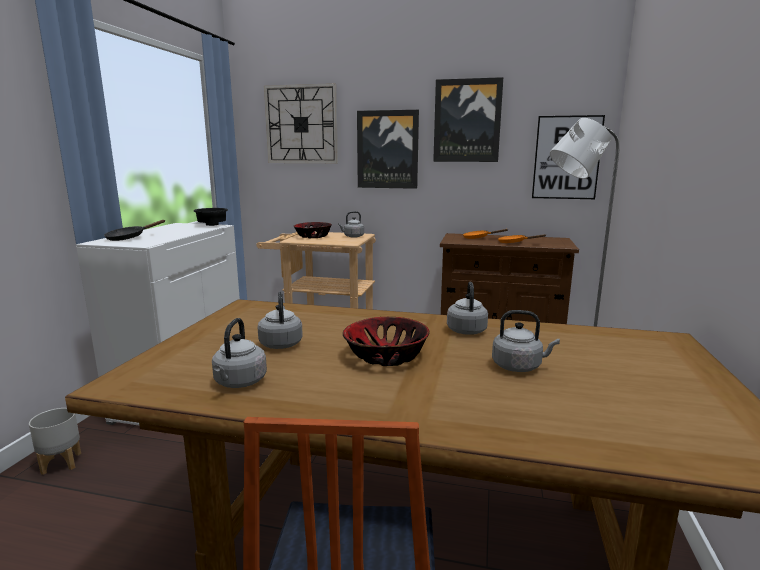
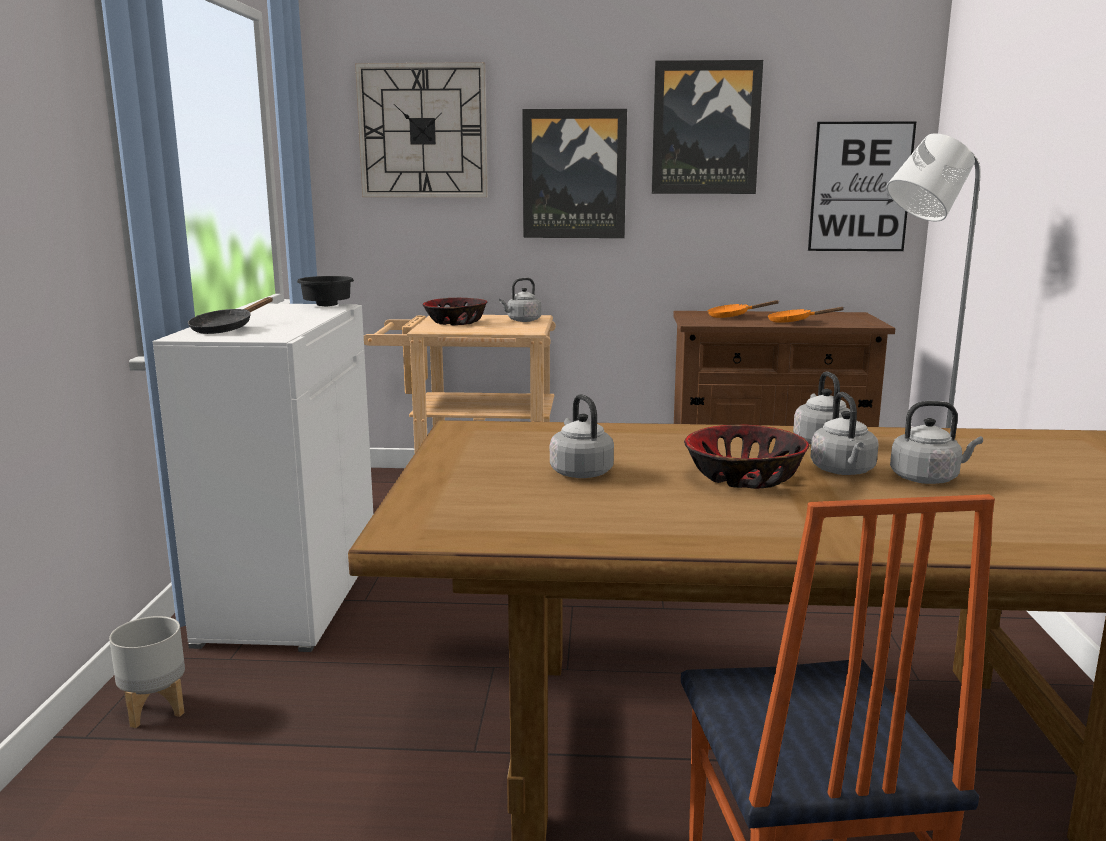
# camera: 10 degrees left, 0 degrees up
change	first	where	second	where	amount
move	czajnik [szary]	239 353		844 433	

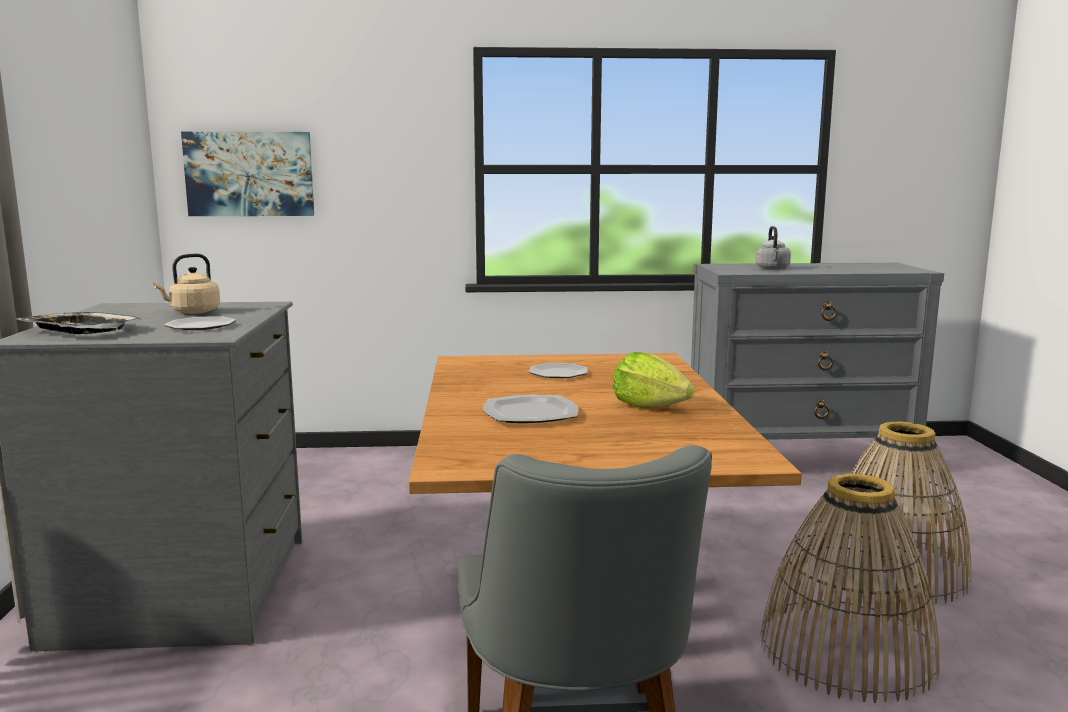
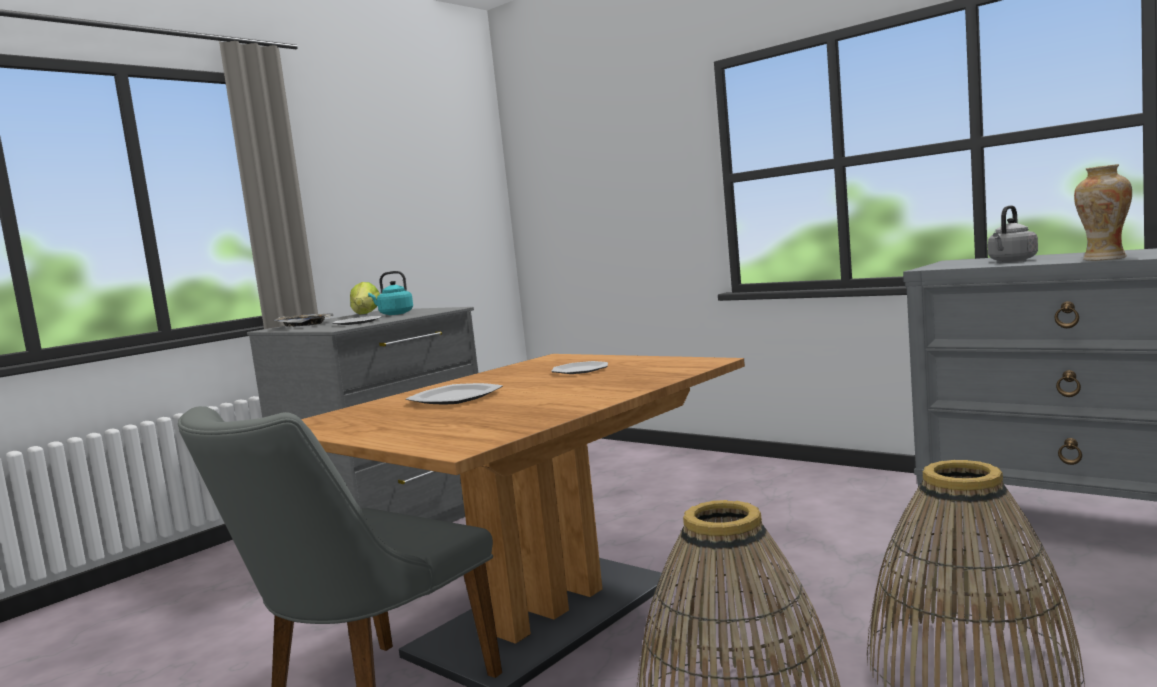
# camera: 45 degrees right, 5 degrees down
change	first	where	second	where	amount
delete	obraz	247 174			
insert			wazon	1103 212	
move	sałata	654 380		365 298	
recolor	czajnik [beżowy]	186 284	czajnik [turkusowy]	390 293	

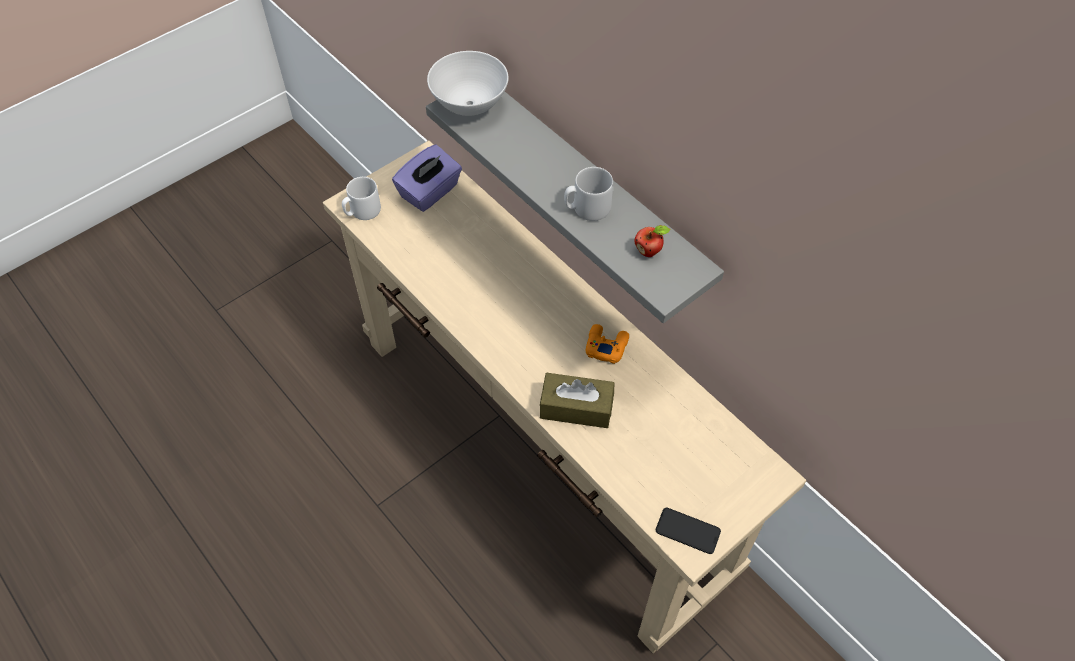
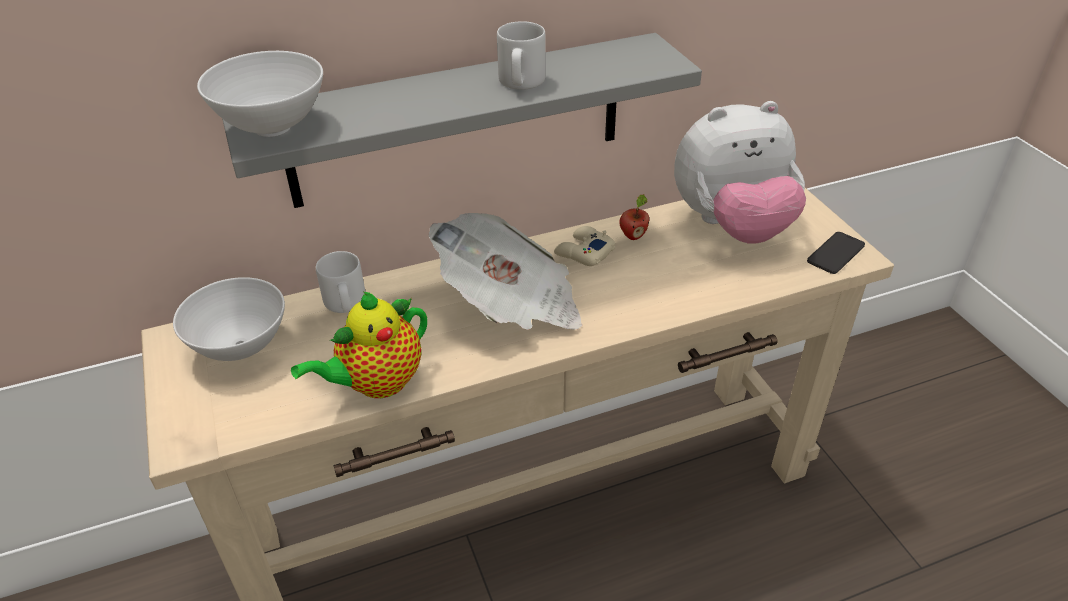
# camera: 70 degrees left, 15 degrees down
change	first	where	second	where	amount
delete	pudełko chusteczek [brązowy]	577 400			
insert			imbryk	359 345	
insert			gazeta	506 271	
insert			pluszak	740 172	
move	kubek [biały]	361 198		340 282	
move	jabłko	653 241		634 217	
replace	pudełko chusteczek [fioletowy]	427 178	miska [biały]	229 319	
recolor	pad do gier [pomarańczowy]	607 344	pad do gier [beżowy]	585 246	

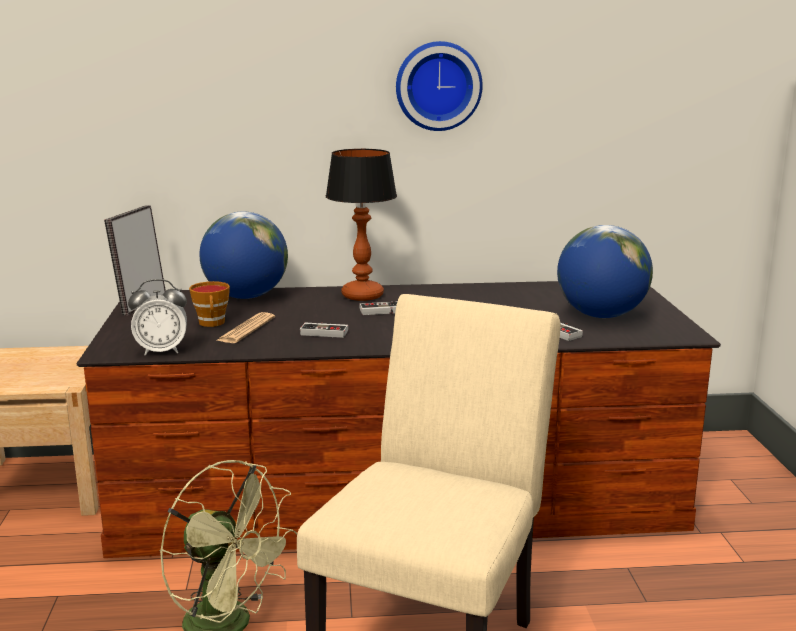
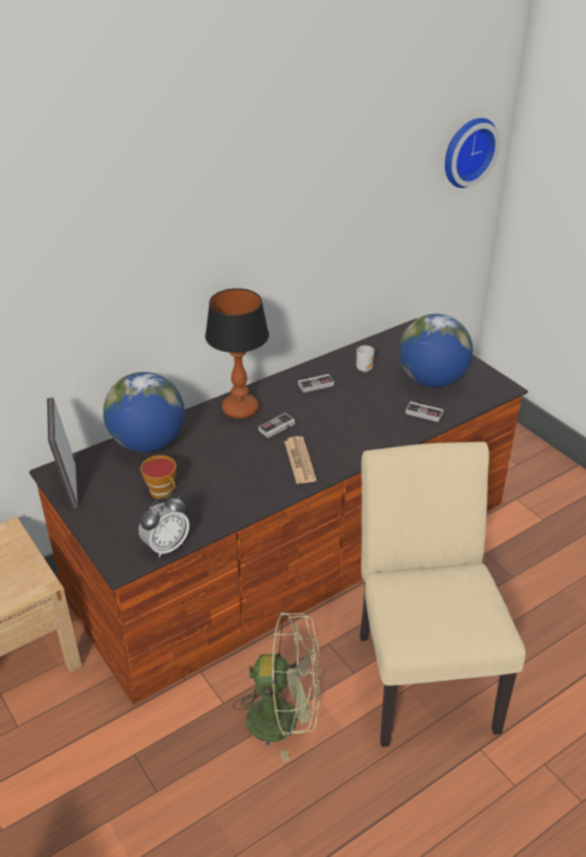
# camera: 30 degrees left, 20 degrees up
change	first	where	second	where	amount
insert			kubek	365 358	
move	gazeta	245 327		300 460	
move	pad do gier	324 330		316 383	
move	zegar ścienny	439 86		472 153	

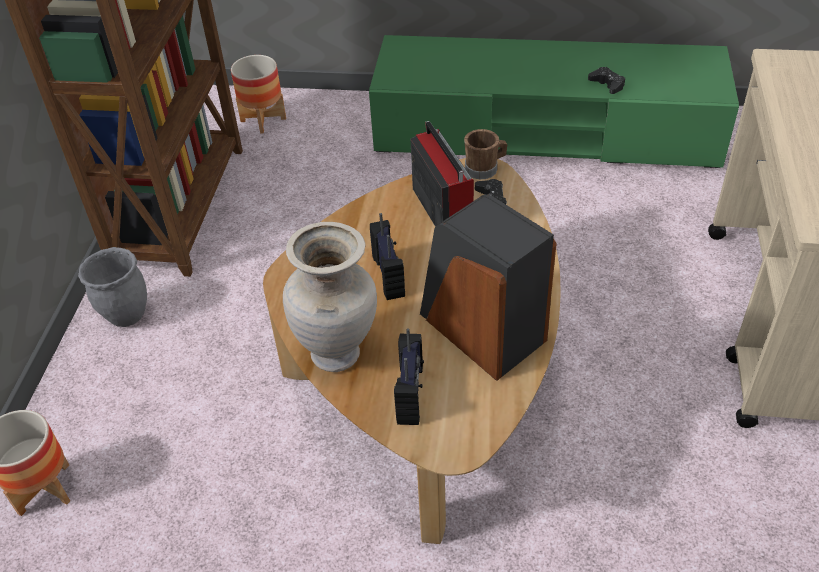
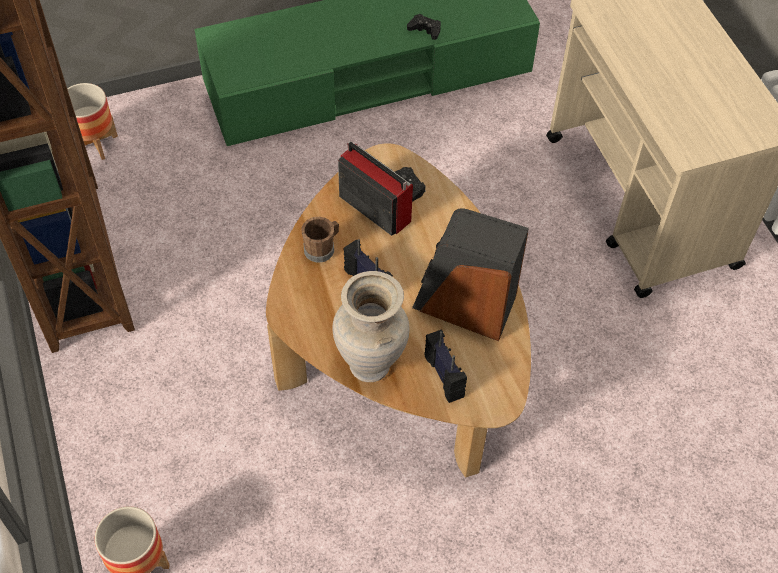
# camera: 30 degrees left, 10 degrees up
change	first	where	second	where	amount
delete	donica [szary]	112 287			
move	kubek [brązowy]	485 154		320 240	

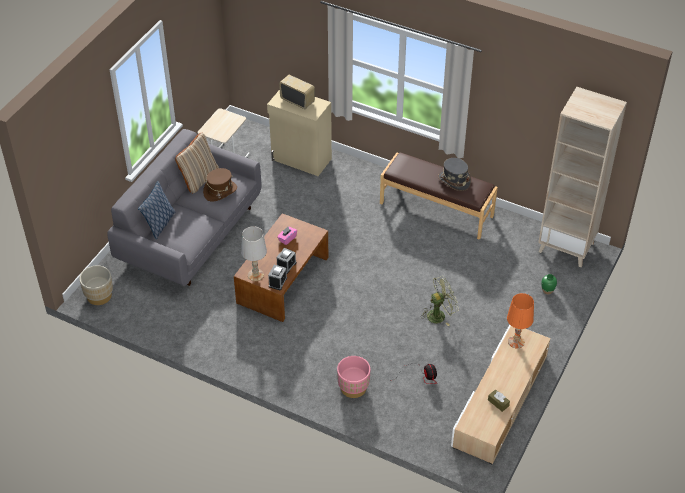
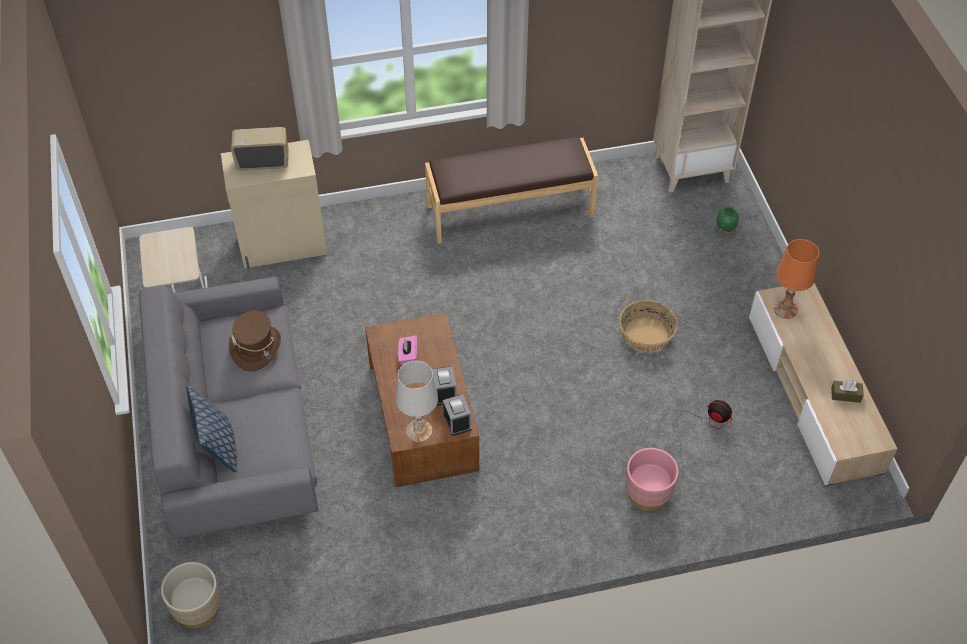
# camera: 40 degrees left, 5 degrees up
change	first	where	second	where	amount
delete	poduszka [beżowy]	197 163			
delete	kapelusz [szary]	454 174			
replace	wentylator [zielony]	440 301	koszyk	648 326	

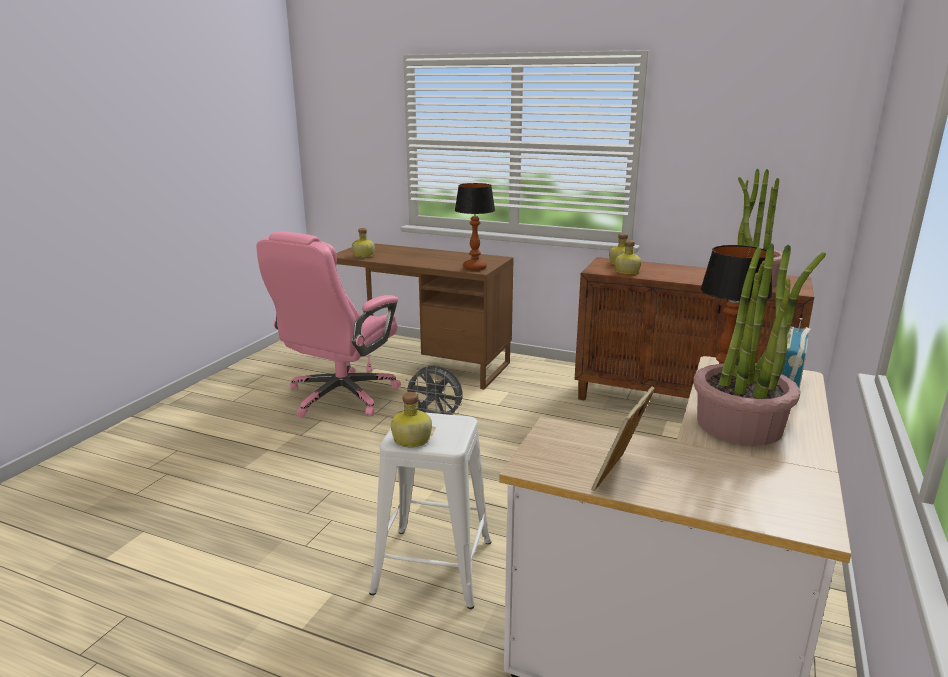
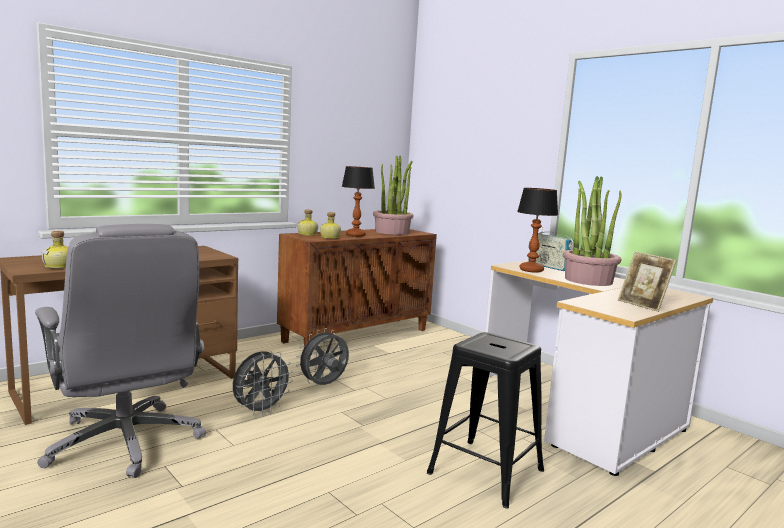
# camera: 65 degrees left, 10 degrees down
change	first	where	second	where	amount
delete	butelka	411 419			
insert			wentylator [szary]	322 356	
move	lampa stołowa	475 226		358 201	
recolor	krzesło biurowe [różowy]	328 324	krzesło biurowe [szary]	120 351	
recolor	stołek [biały]	430 510	stołek [czarny]	485 420	

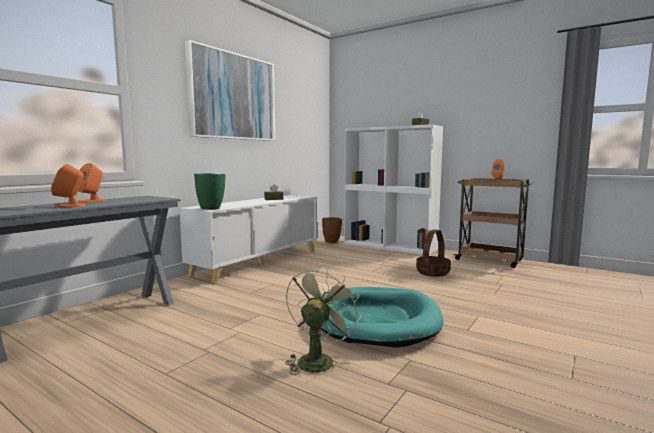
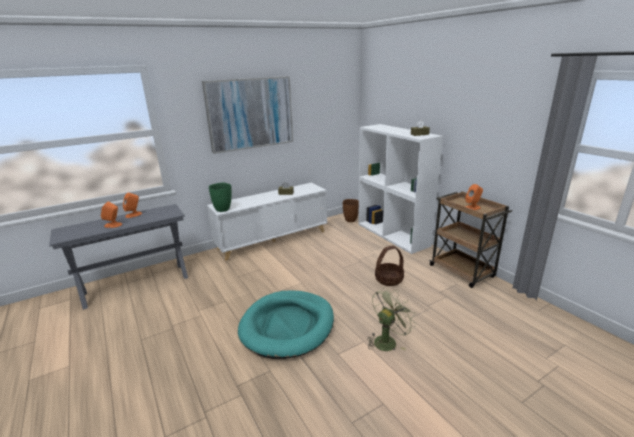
# camera: 25 degrees right, 15 degrees up
change	first	where	second	where	amount
move	wentylator [zielony]	323 320		391 319	

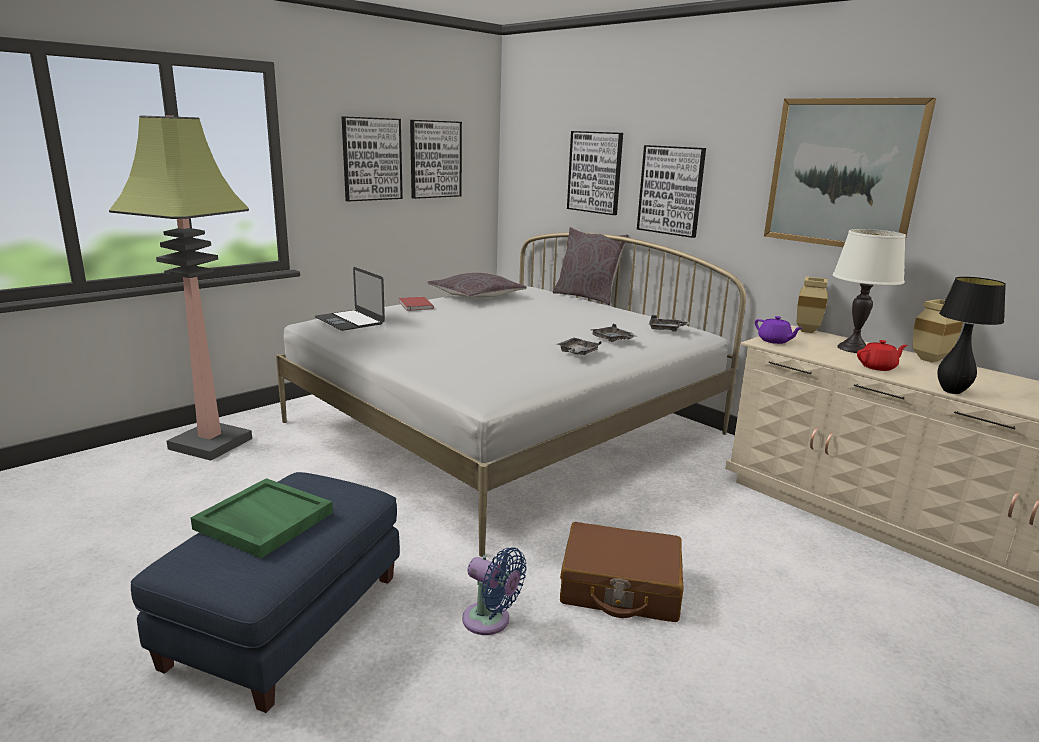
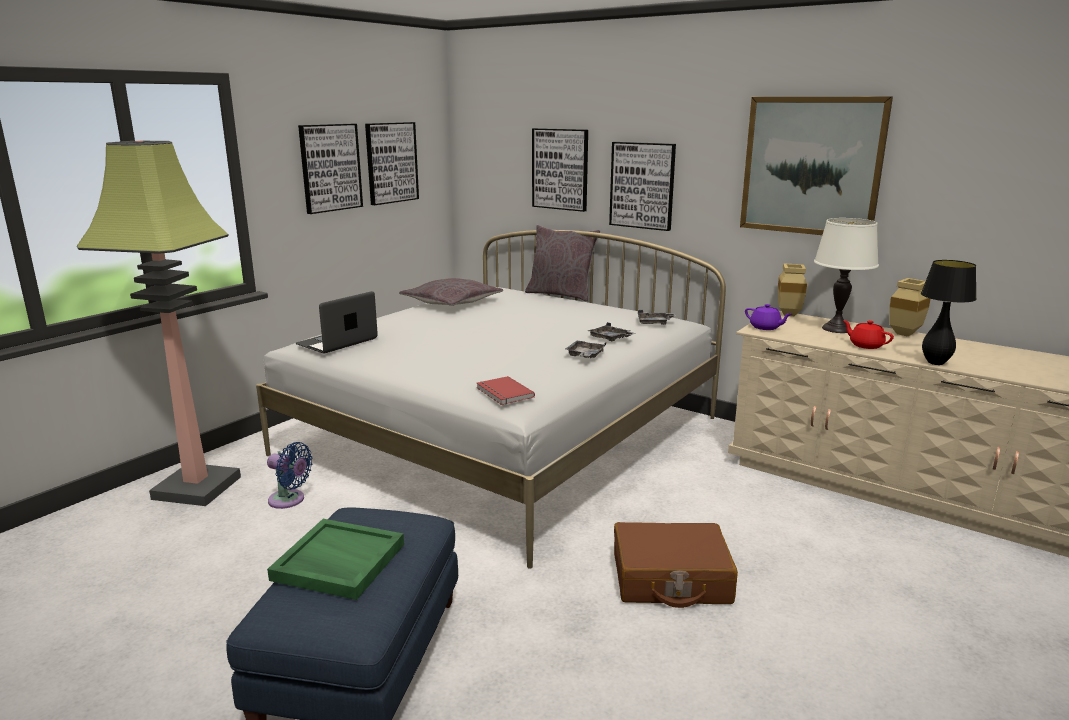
# camera: 10 degrees left, 0 degrees up
change	first	where	second	where	amount
move	książka [czerwony]	416 304		506 390	
move	wentylator [niebieski]	494 591		290 475	
rotate	laptop	350 299		337 322	90 degrees clockwise
rotate	imbryk [czerwony]	882 355		868 334	105 degrees counterclockwise

